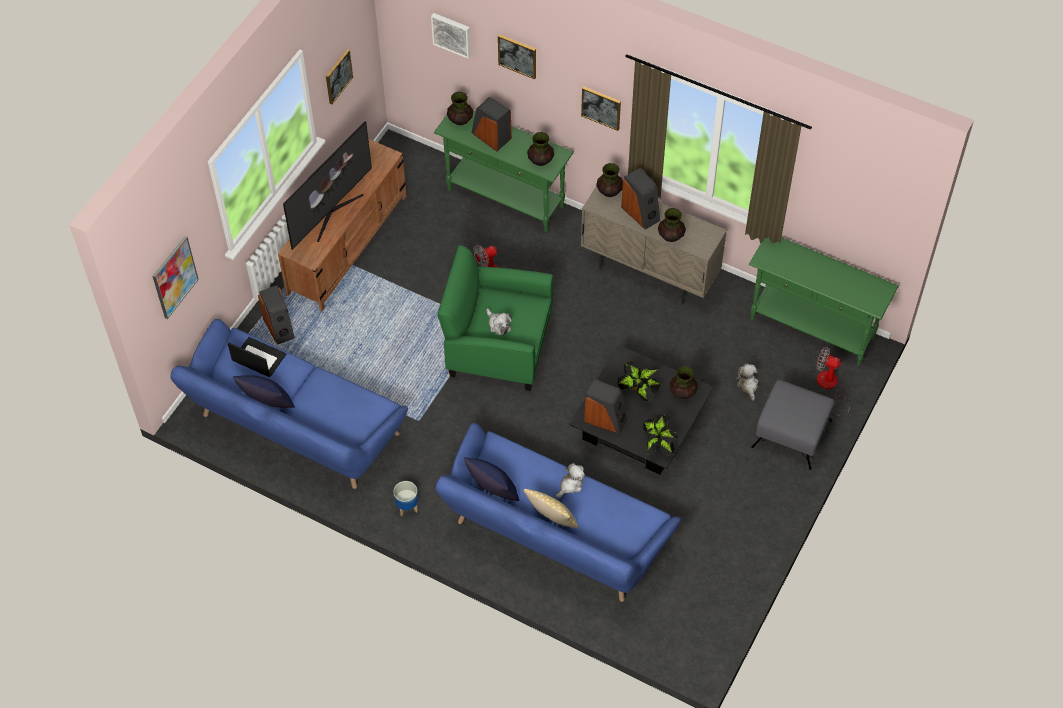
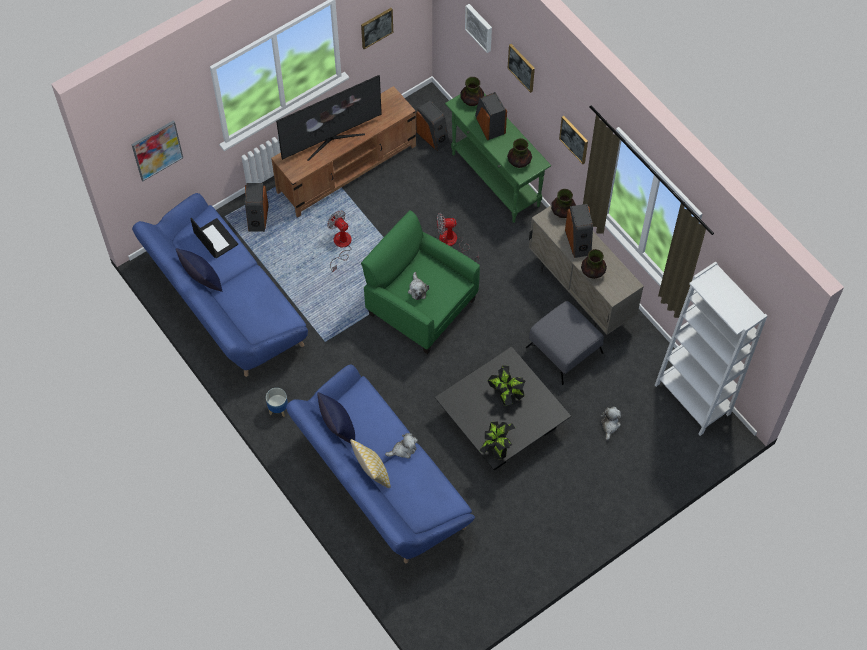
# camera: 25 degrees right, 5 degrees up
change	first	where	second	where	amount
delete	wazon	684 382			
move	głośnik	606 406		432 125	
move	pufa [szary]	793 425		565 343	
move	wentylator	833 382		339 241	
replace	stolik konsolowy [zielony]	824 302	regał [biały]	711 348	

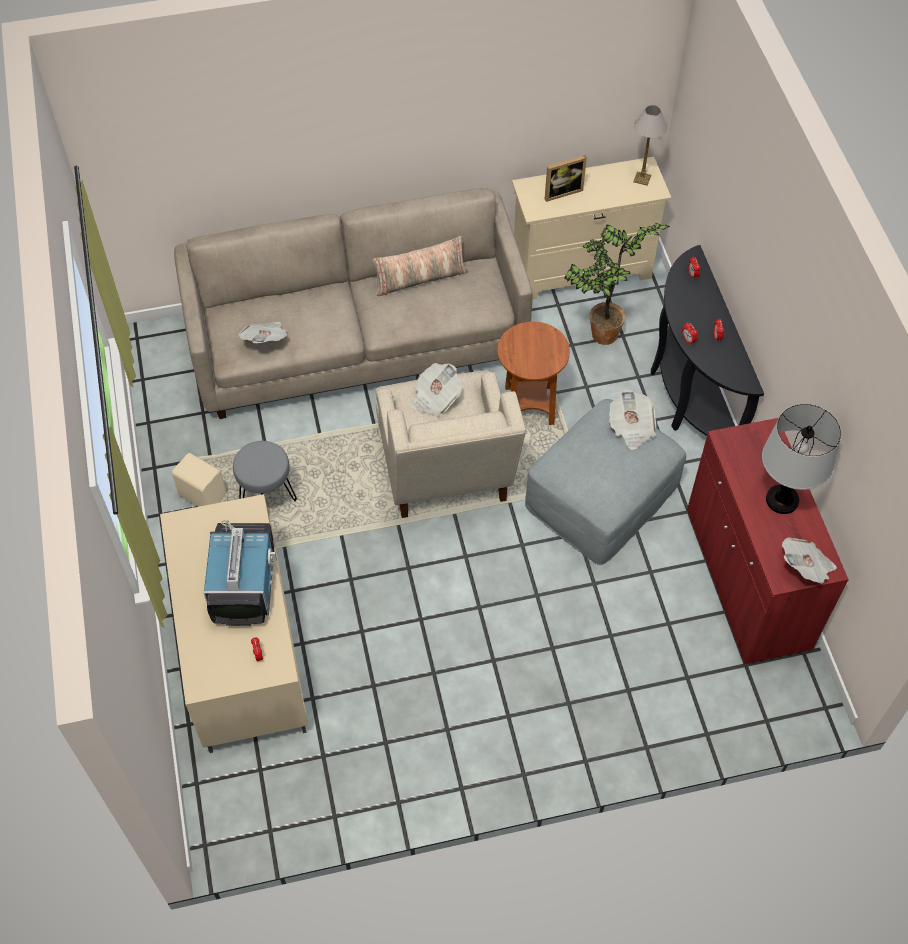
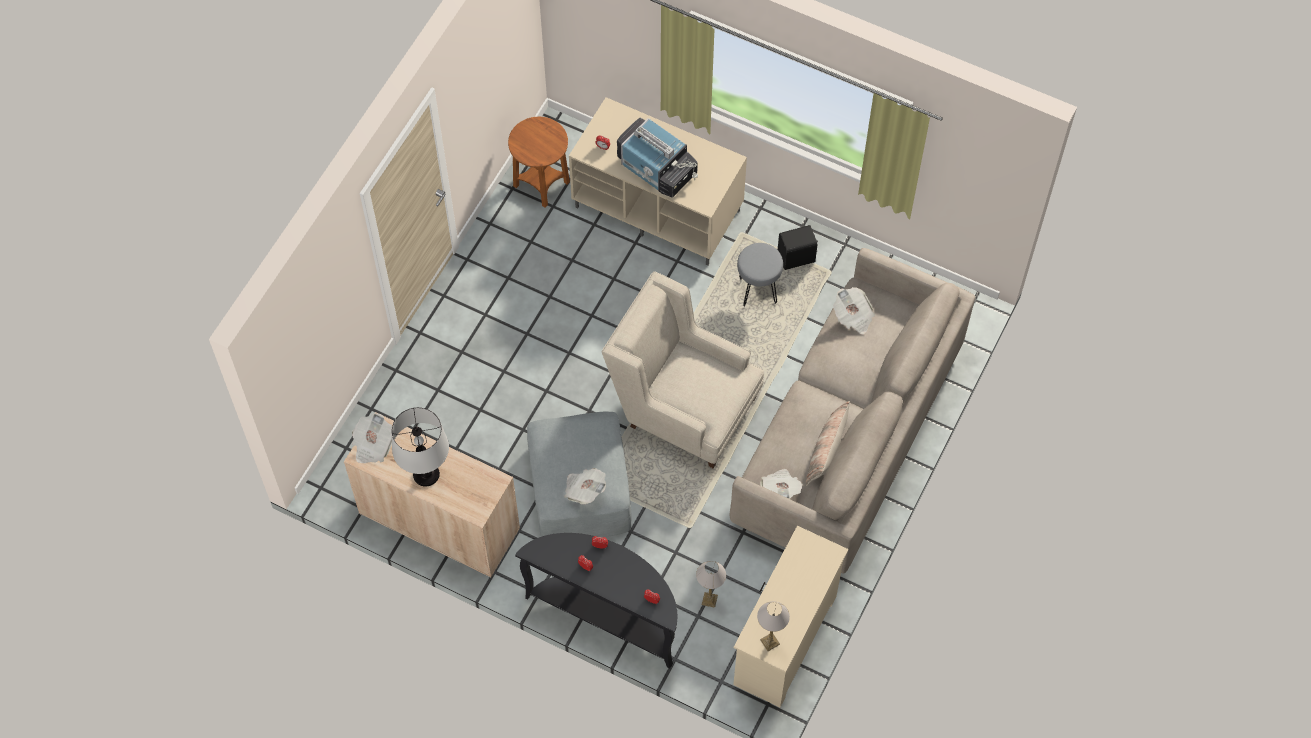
# camera: 130 degrees right, 5 degrees up
change	first	where	second	where	amount
delete	ramka na zdjęcie	566 178			
move	gazeta	436 390		781 484	
move	stolik [brązowy]	533 373		539 162	
replace	roślina doniczkowa	617 284	lampa stołowa	711 584	
recolor	głośnik [beżowy]	199 480	głośnik [czarny]	798 247	
recolor	szafka [czerwony]	768 541	szafka [beżowy]	432 494	

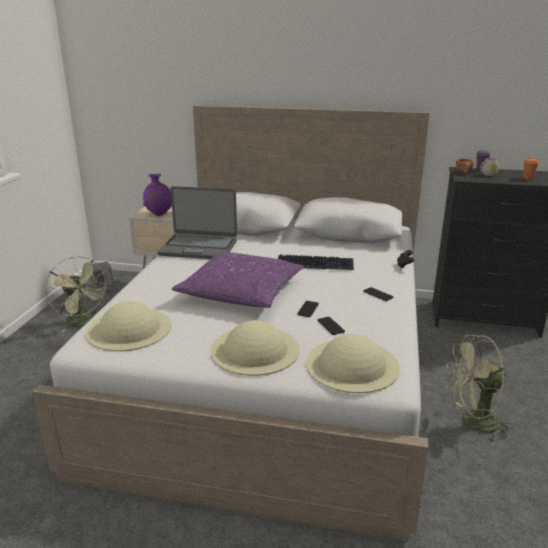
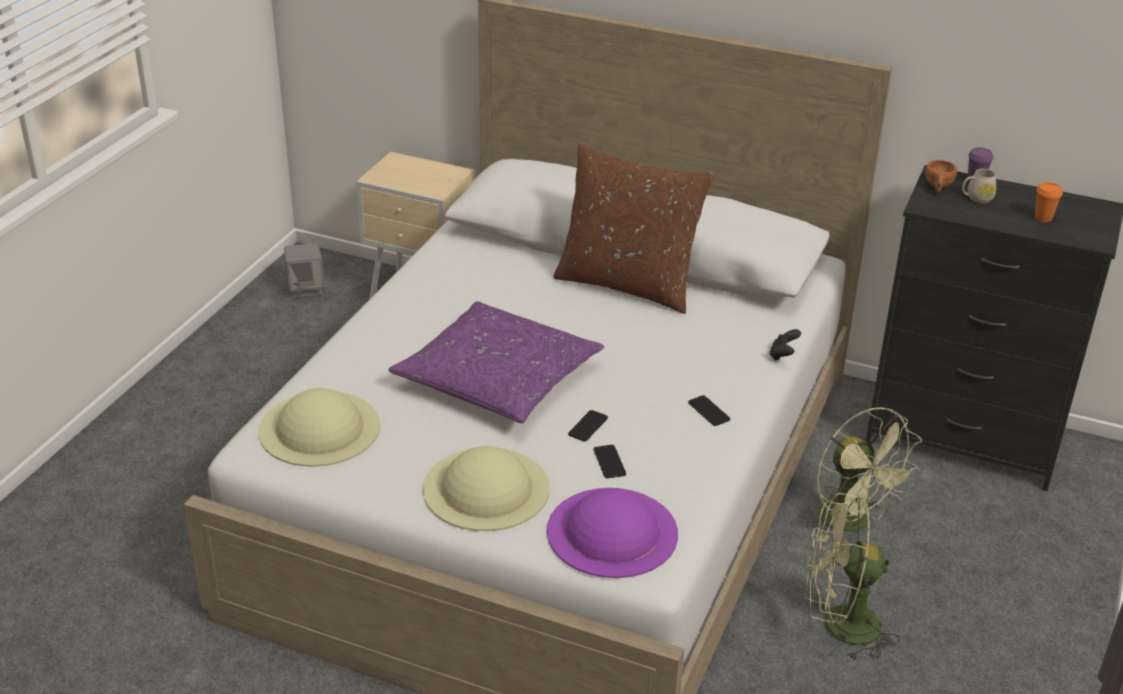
# camera: 10 degrees right, 10 degrees up
change	first	where	second	where	amount
delete	wazon [fioletowy]	157 195			
delete	laptop	197 222			
delete	klawiatura	316 262			
insert			poduszka [brązowy]	633 229	
move	wentylator [zielony]	77 294		869 475	
recolor	kapelusz [beżowy]	353 363	kapelusz [fioletowy]	612 533	

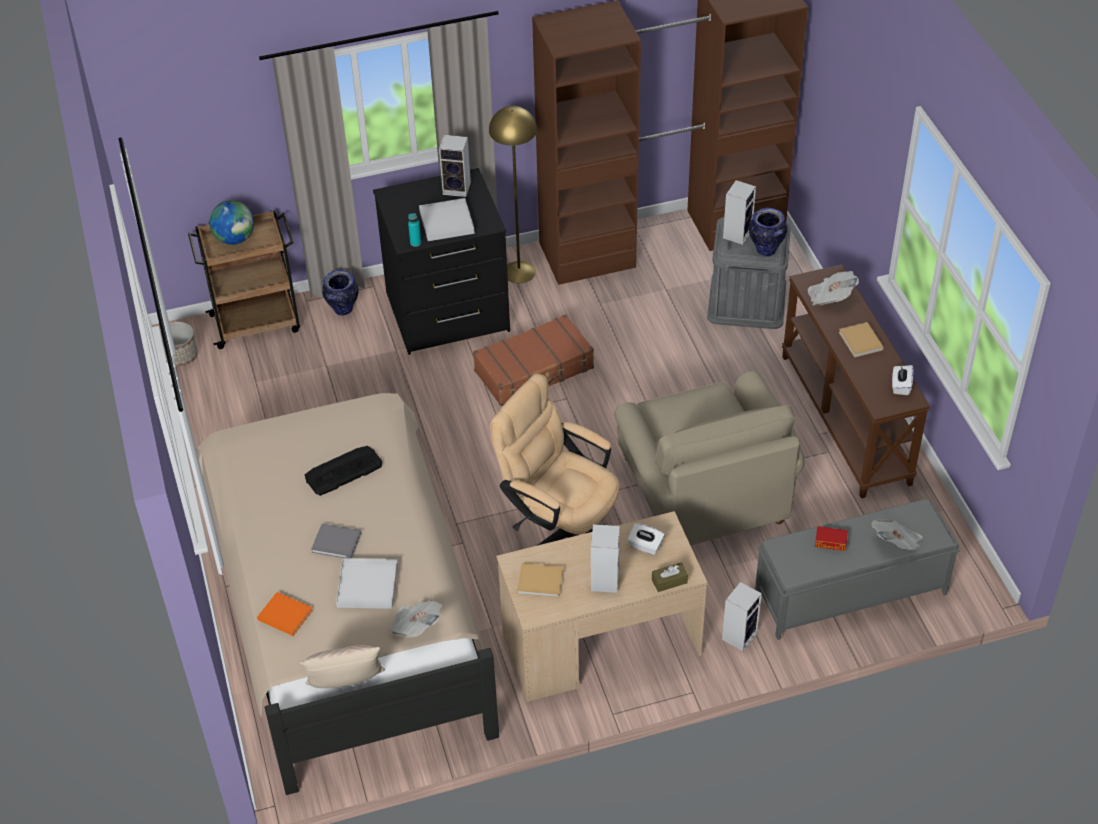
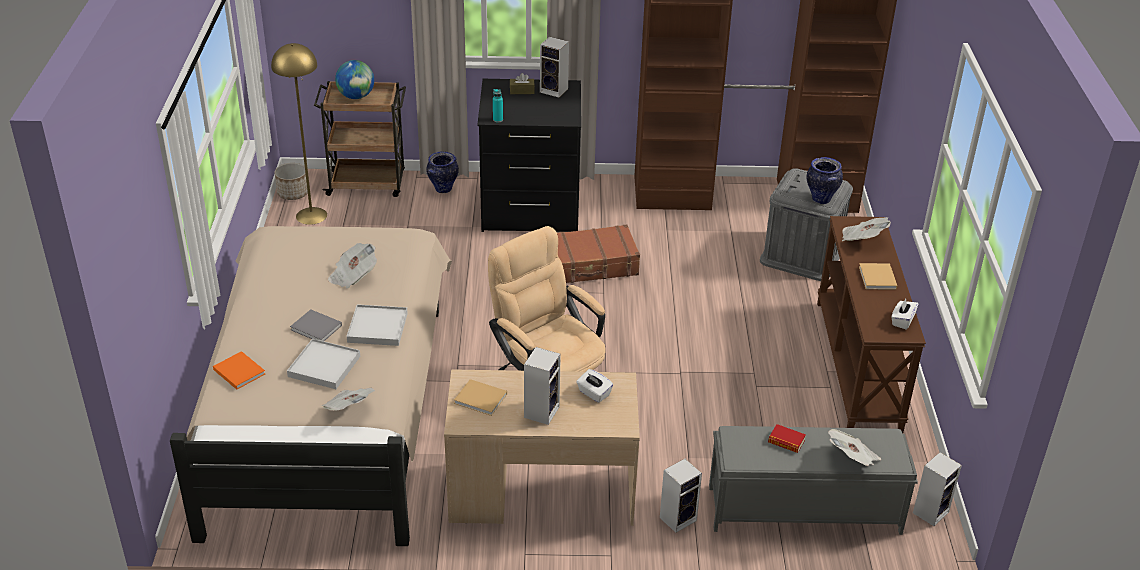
# camera: 15 degrees right, 10 degrees down
change	first	where	second	where	amount
delete	poduszka [beżowy]	342 666			
delete	fotel [beżowy]	709 458			
move	taca [biały]	447 219		377 325	
move	lampa stojąca [żółty]	513 194		299 134	
move	pudełko chusteczek [brązowy]	670 577		522 83	
move	głośnik	739 212		937 489	
replace	klawiatura	343 471	gazeta	352 266	

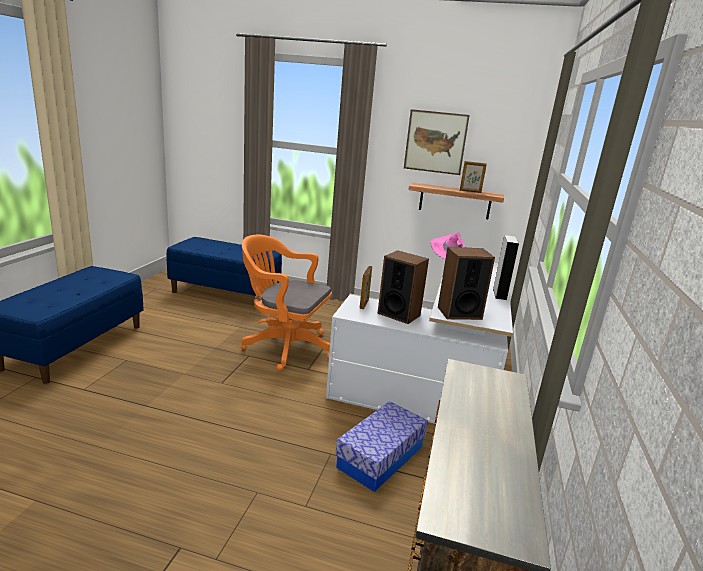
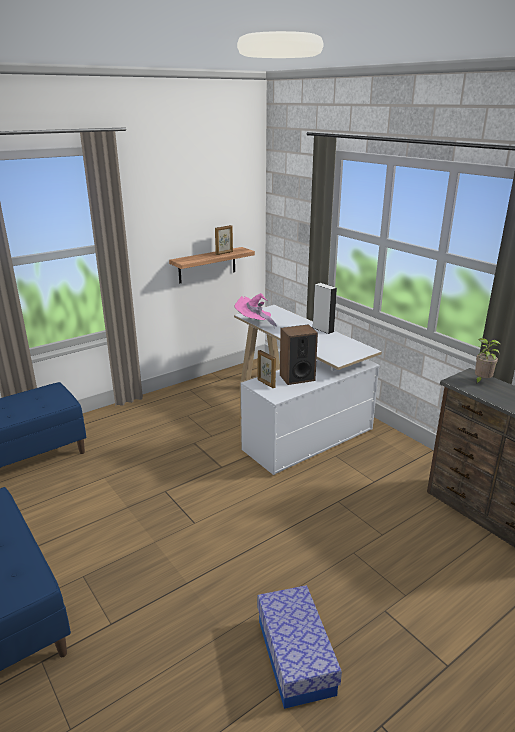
# camera: 50 degrees left, 5 degrees up
change	first	where	second	where	amount
delete	krzesło biurowe [pomarańczowy]	286 303			
delete	obraz	437 142			
delete	głośnik	466 283			
insert			roślina doniczkowa	488 361	
move	pojemnik do przechowywania	381 446		300 647	

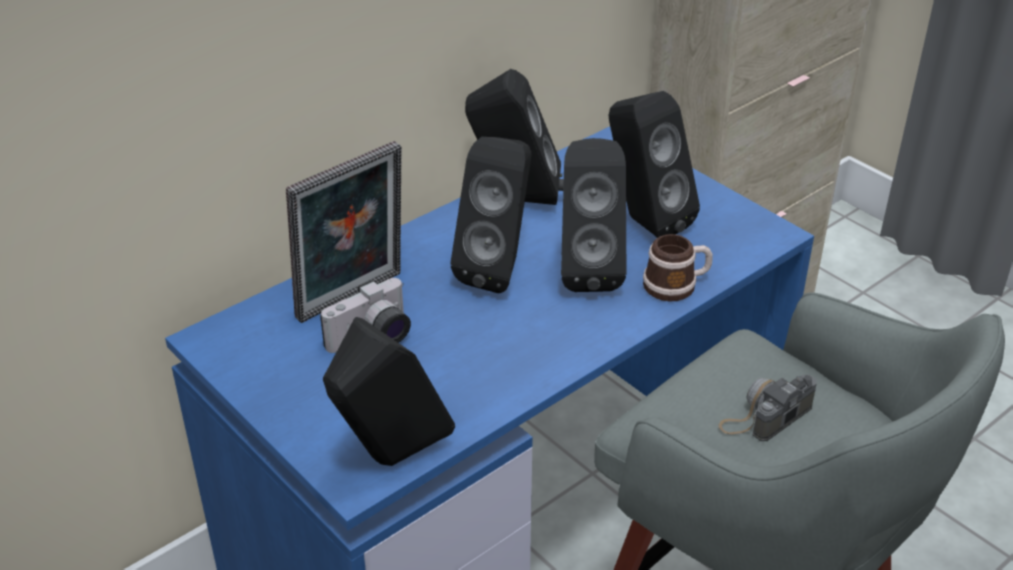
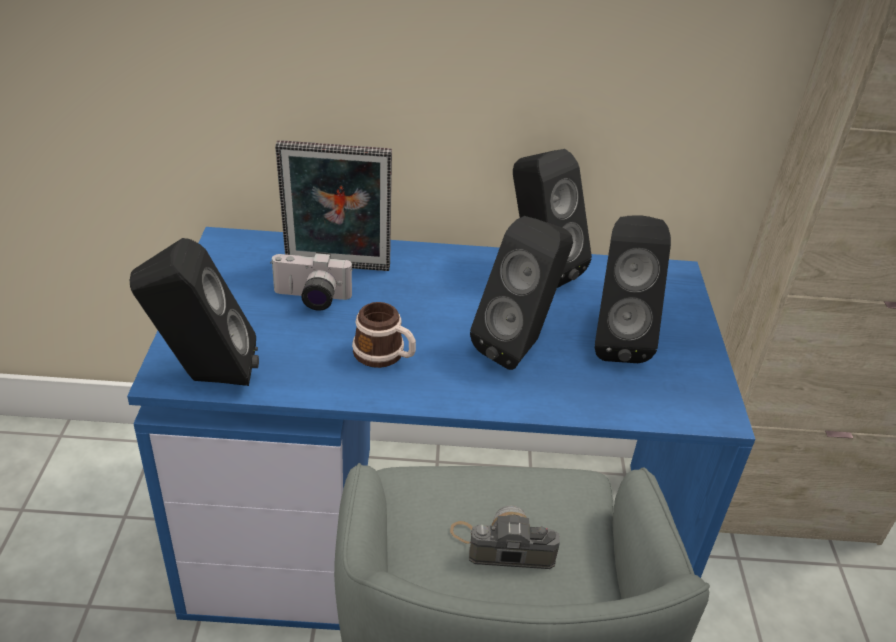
# camera: 40 degrees right, 0 degrees up
change	first	where	second	where	amount
delete	głośnik [czarny]	491 215			
move	kubek	678 268		384 335	

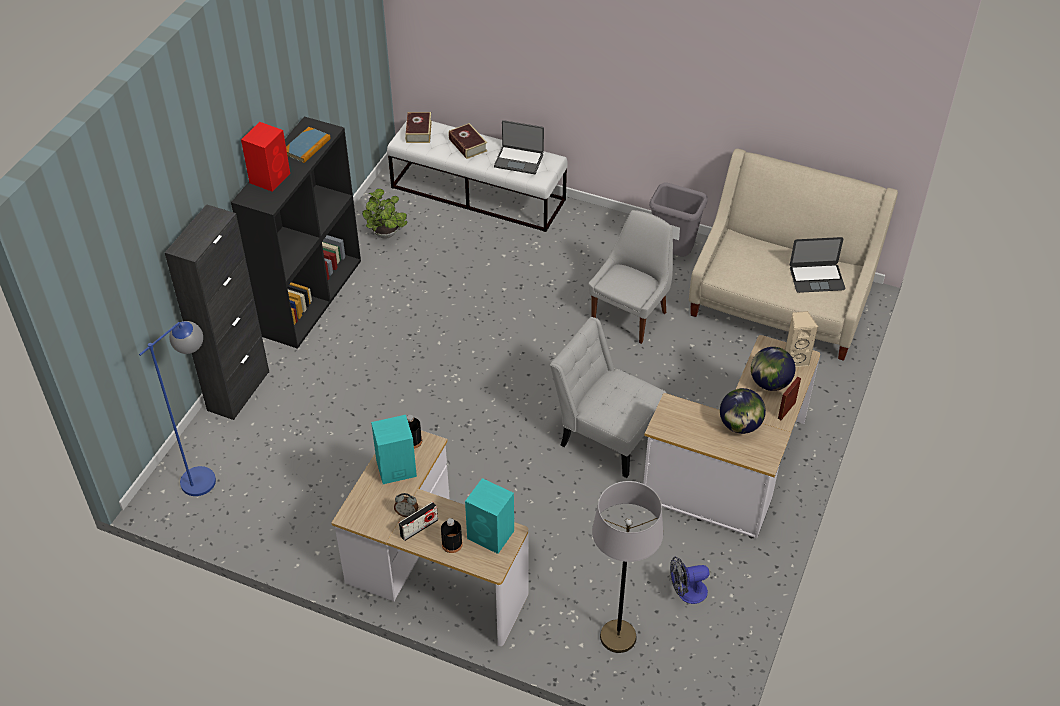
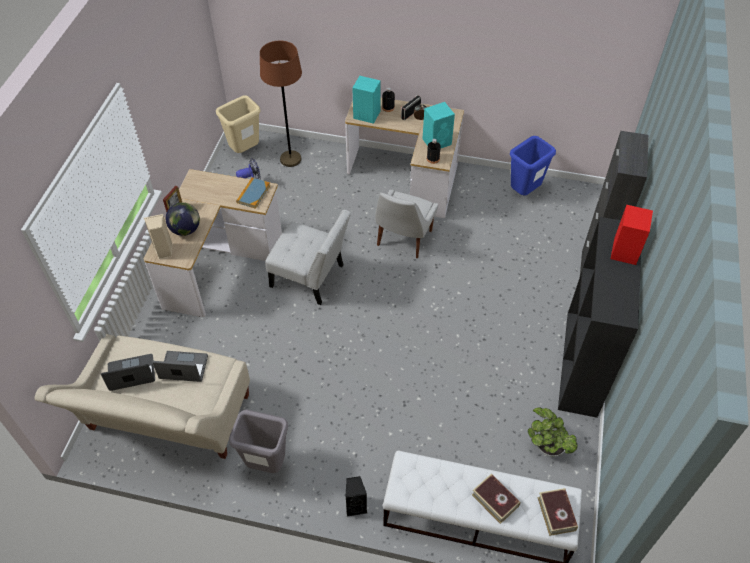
# camera: 170 degrees right, 5 degrees up
change	first	where	second	where	amount
delete	lampa stojąca [niebieski]	177 408			
delete	globus	743 411			
insert			kosz na śmieci [beżowy]	238 124	
insert			głośnik [czarny]	356 496	
insert			kosz na śmieci [niebieski]	533 165	
move	książka	308 145		253 193	
move	laptop	519 147		180 366	
move	krzesło [biały]	630 277		406 223	
recolor	lampa stojąca [szary]	627 567	lampa stojąca [brązowy]	281 104	

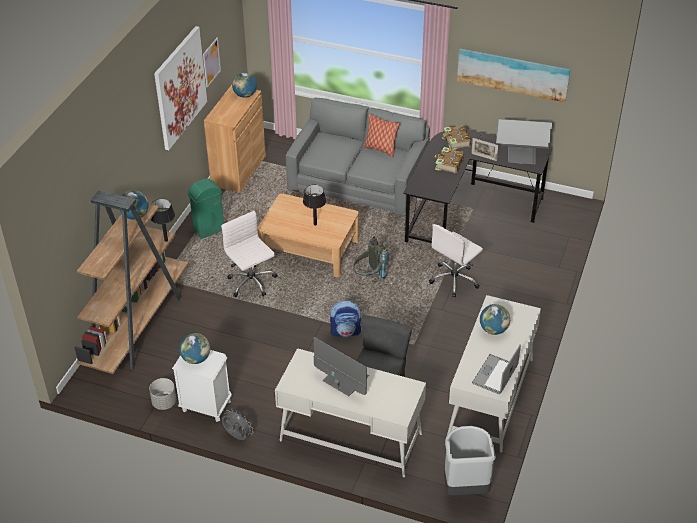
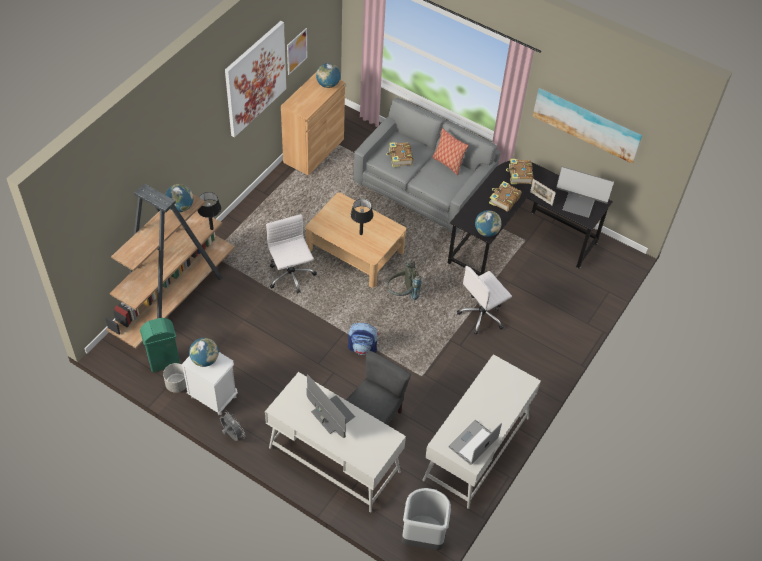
# camera: 10 degrees right, 10 degrees up
change	first	where	second	where	amount
insert			książka	399 154	
move	kosz na śmieci [zielony]	206 208		160 345	
move	globus	495 319		488 223	

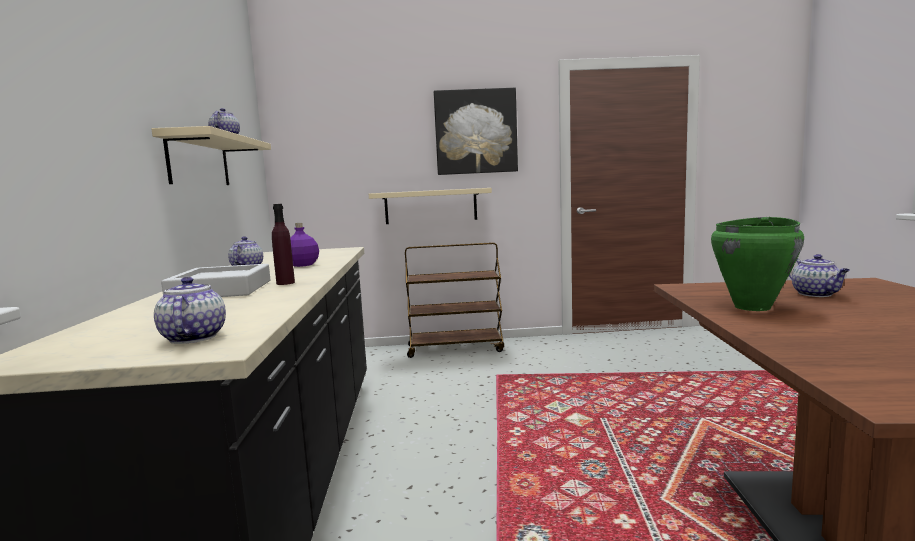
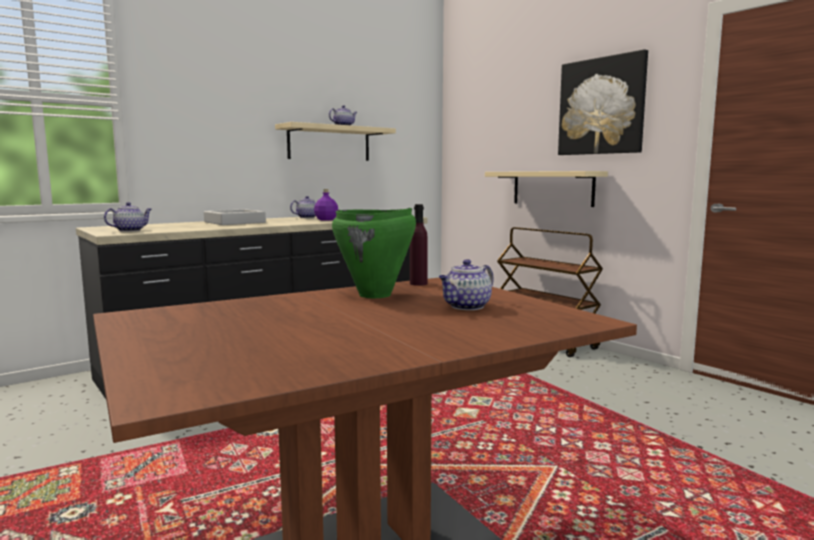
# camera: 55 degrees right, 0 degrees up
change	first	where	second	where	amount
move	butelka [fioletowy]	283 244		419 245	

